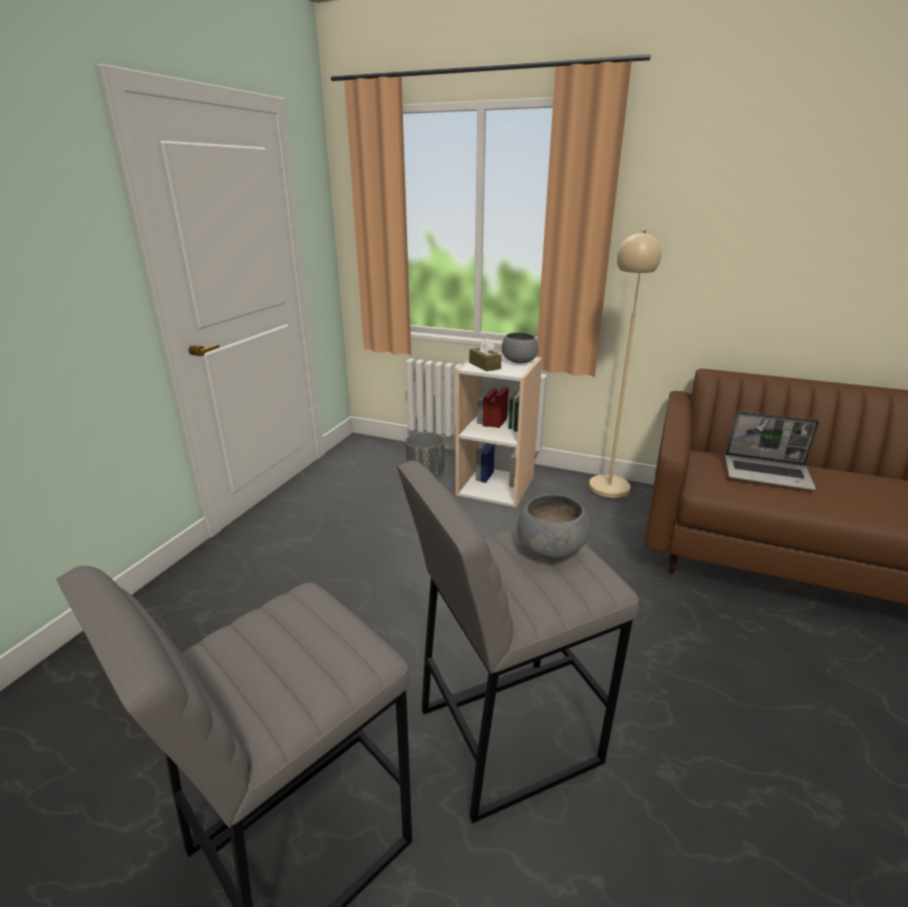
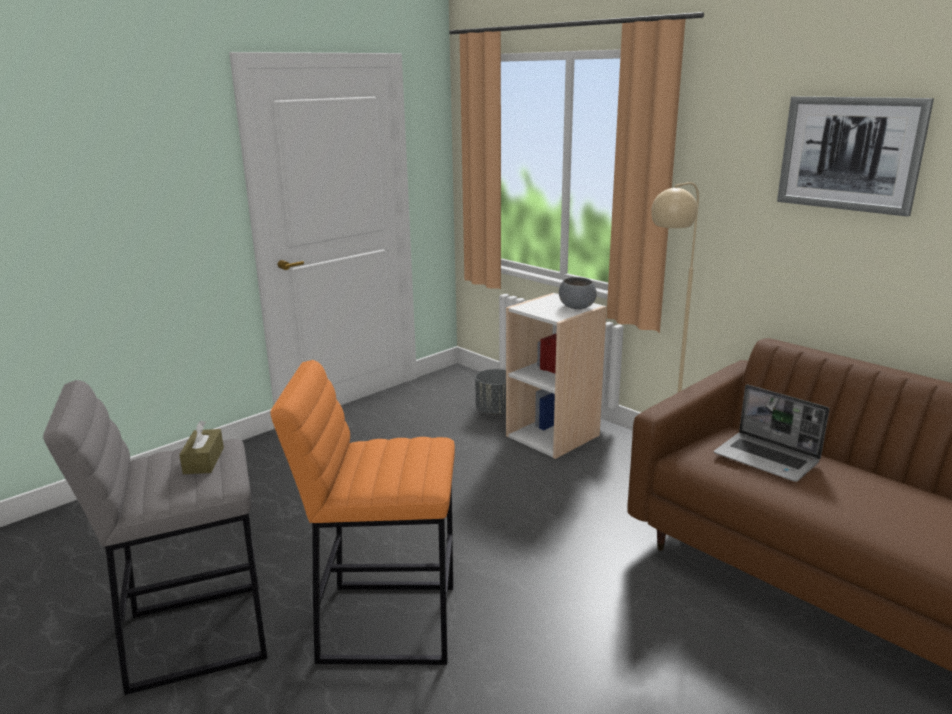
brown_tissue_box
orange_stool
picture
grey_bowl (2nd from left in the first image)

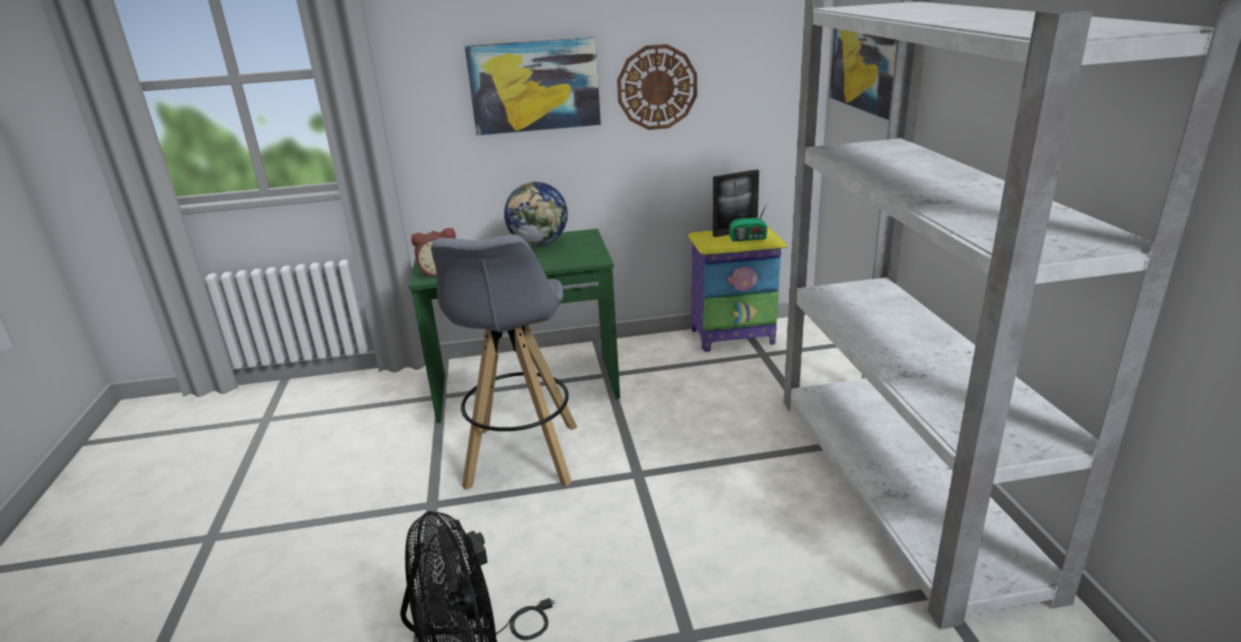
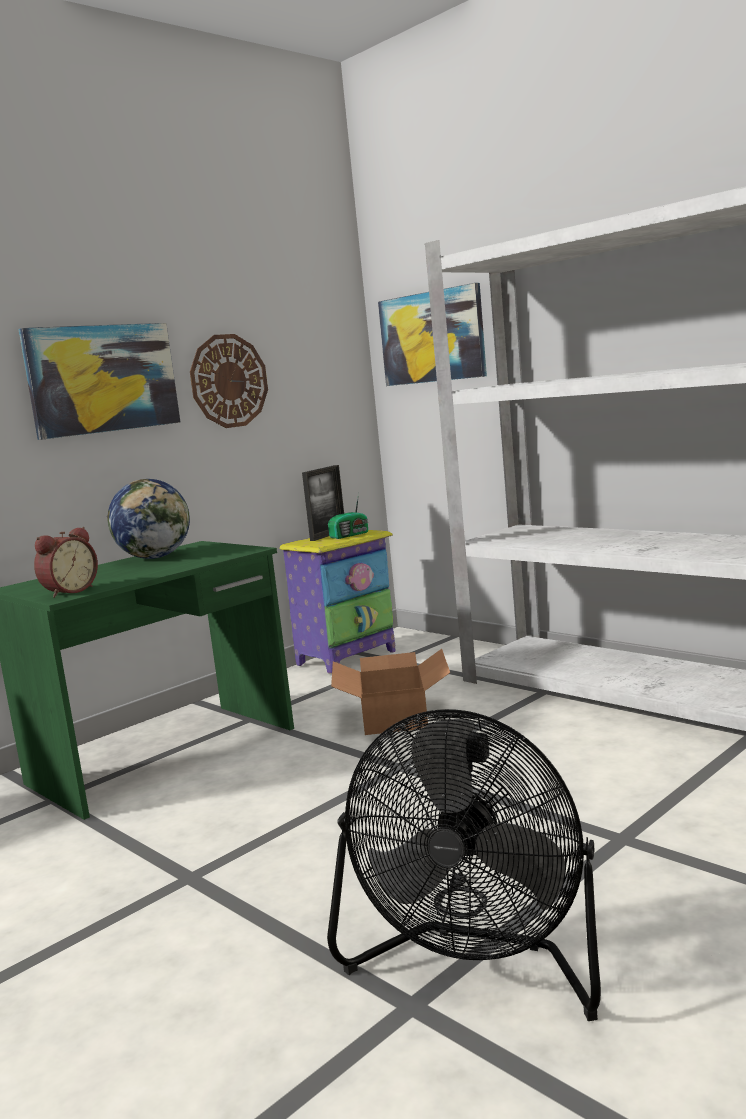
cardboard_box
grey_stool

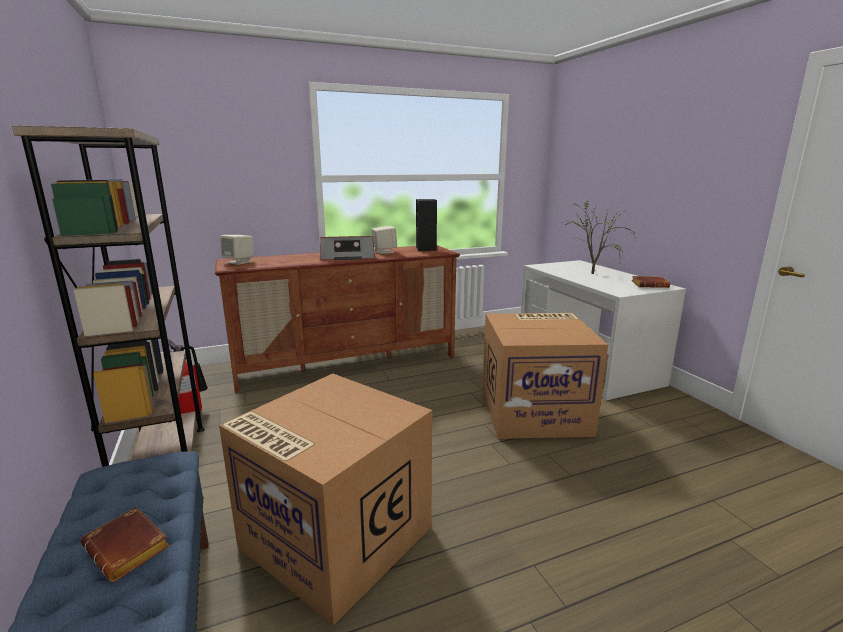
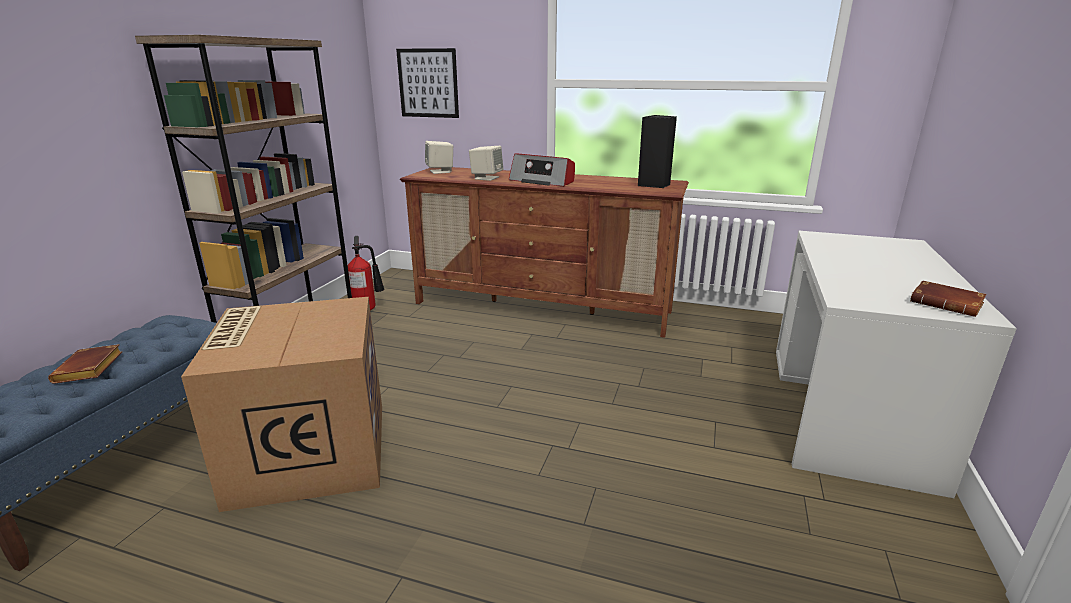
picture
beige_speaker (2nd from left)
cardboard_box (2nd from left in the first image)
potted_plant

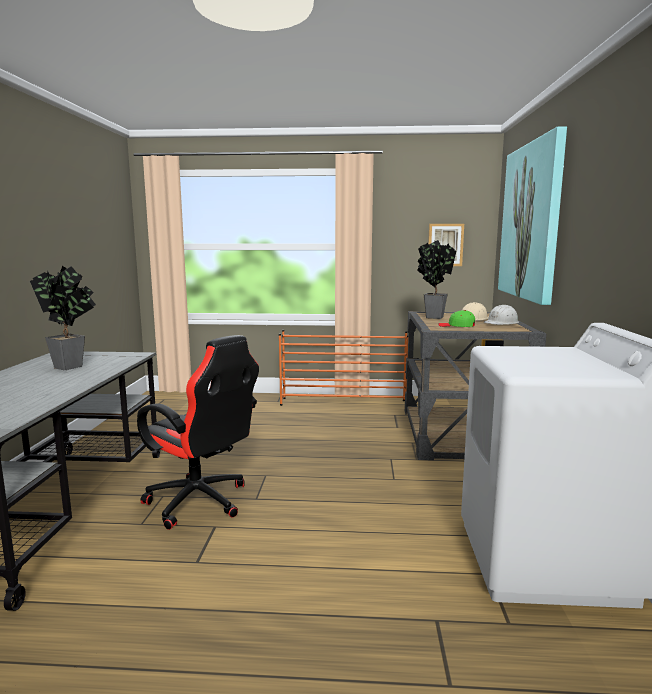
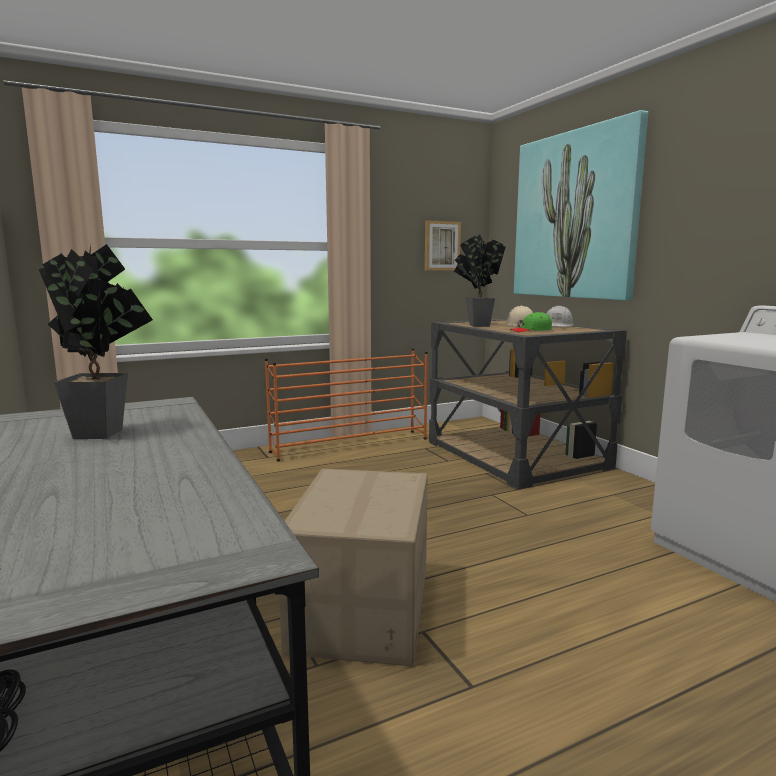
cardboard_box

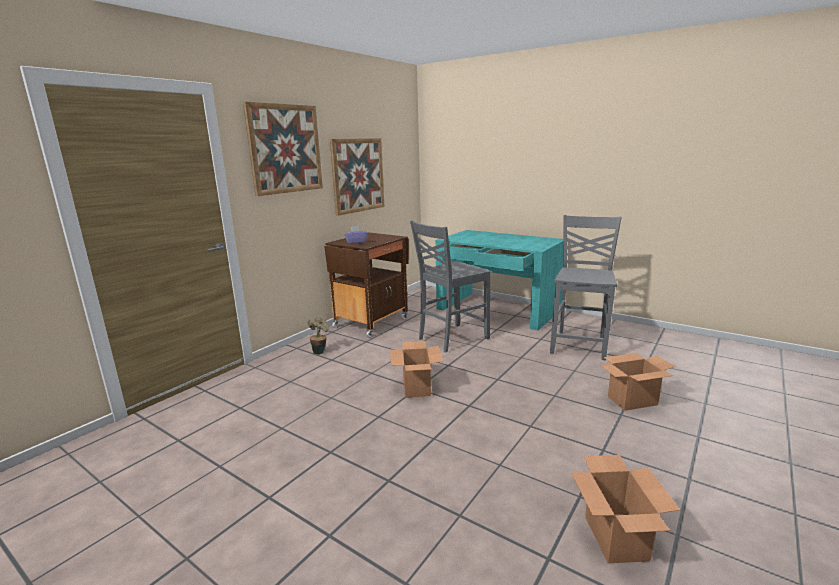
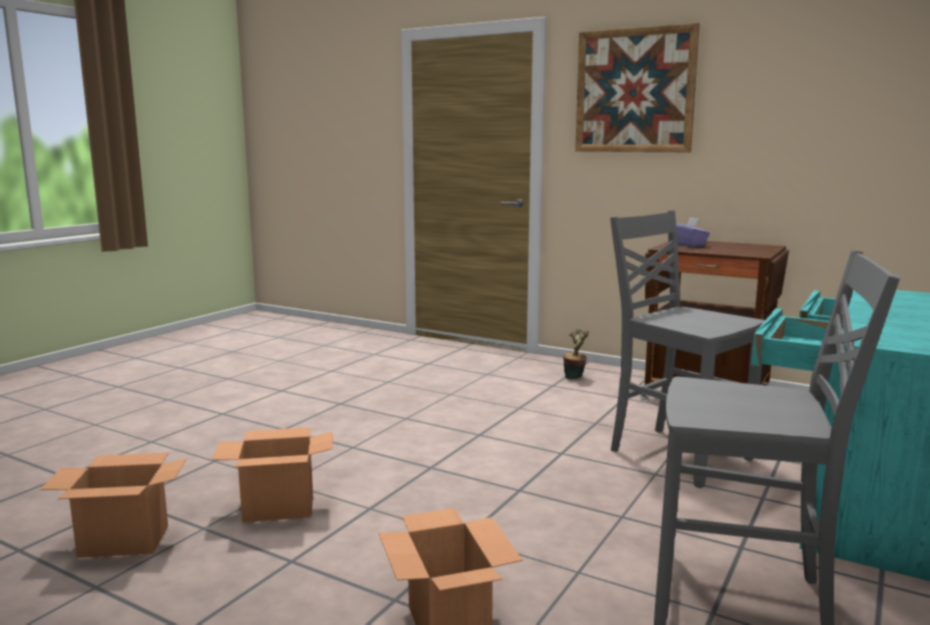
cardboard_box (2nd from left)
picture (2nd from left in the first image)

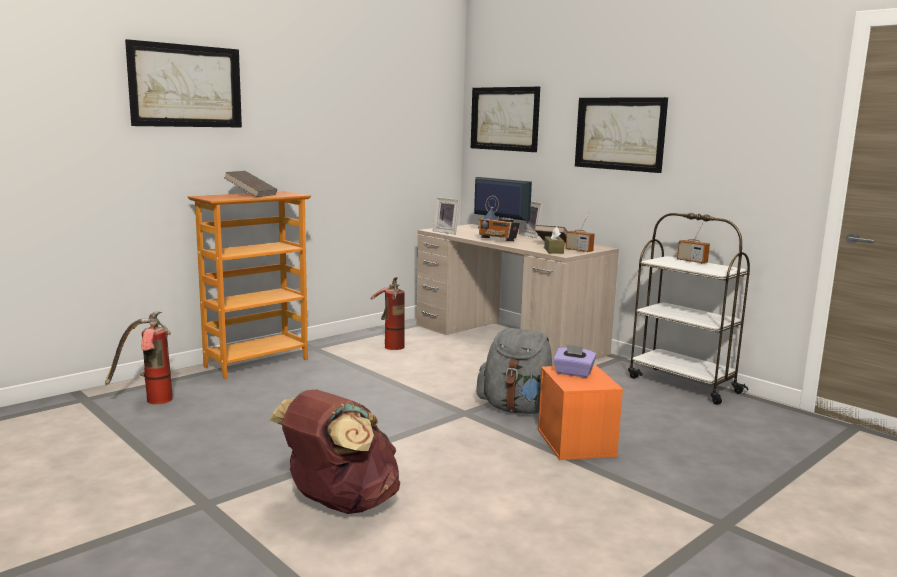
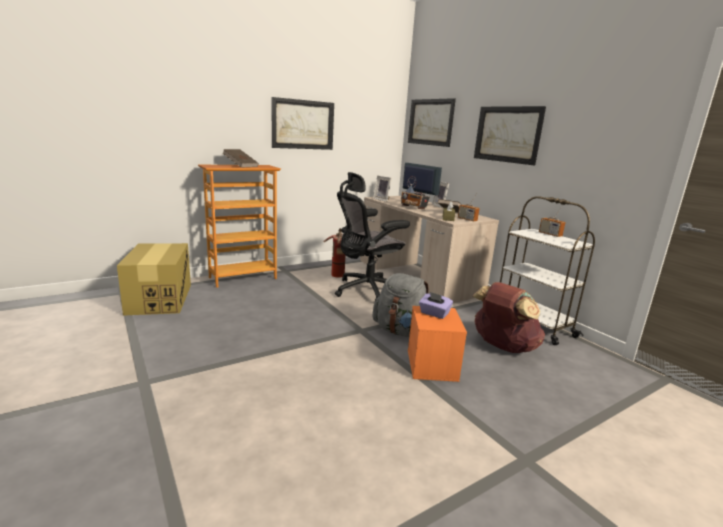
cardboard_box
picture (1st from left)
office_chair
brown_backpack

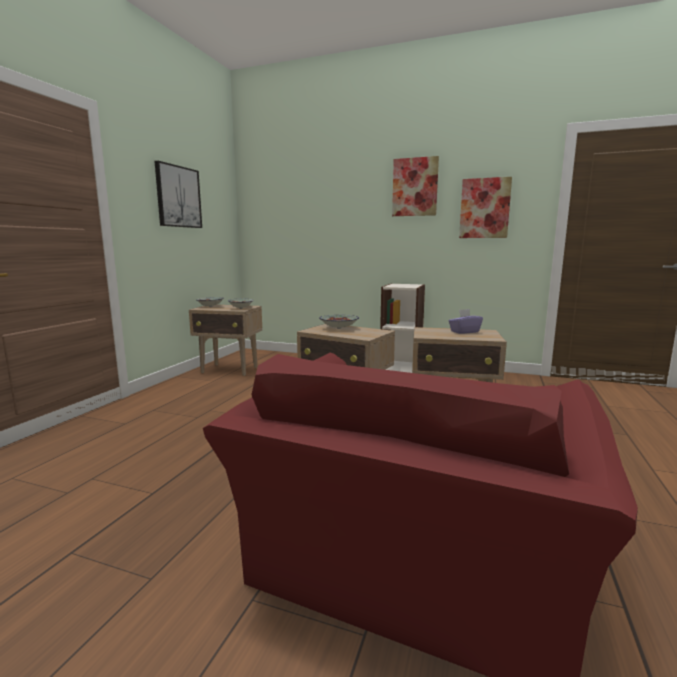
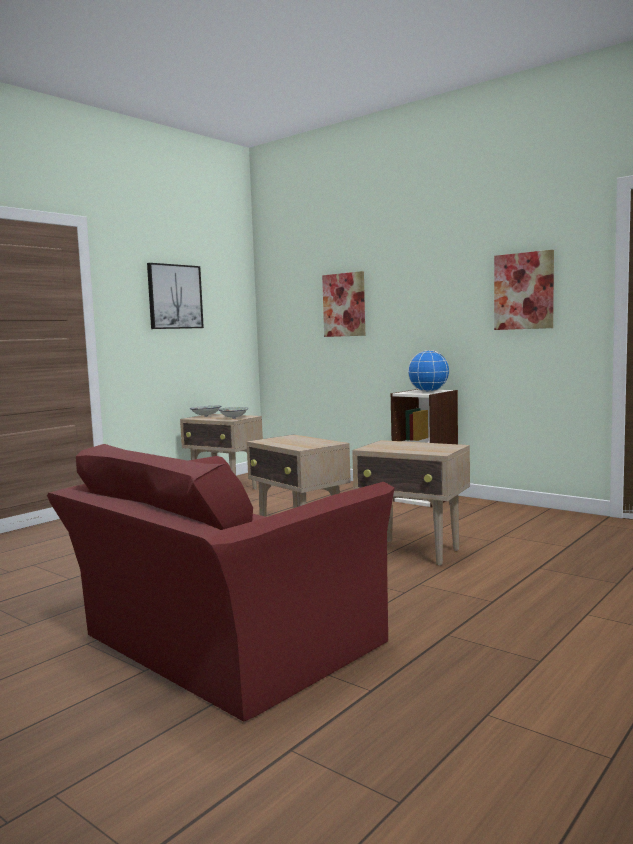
picture (2nd from left)
globe
bowl (3rd from left in the first image)
purple_tissue_box

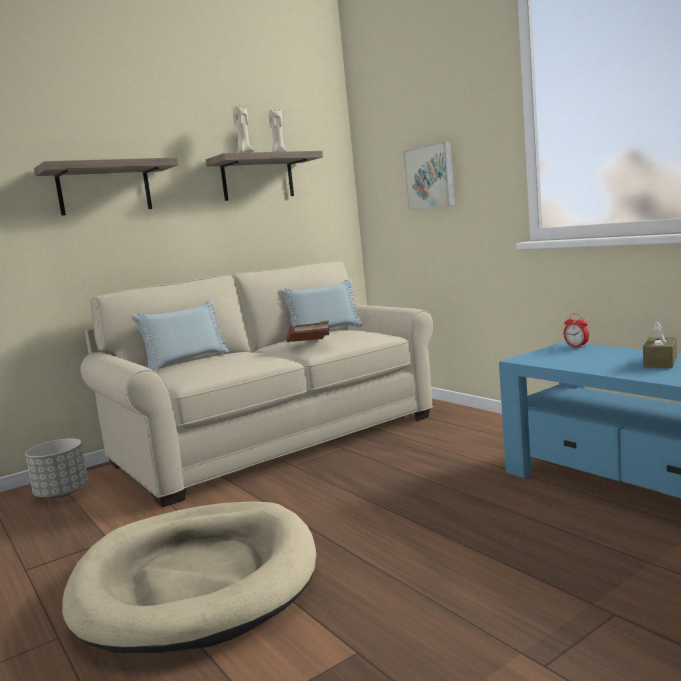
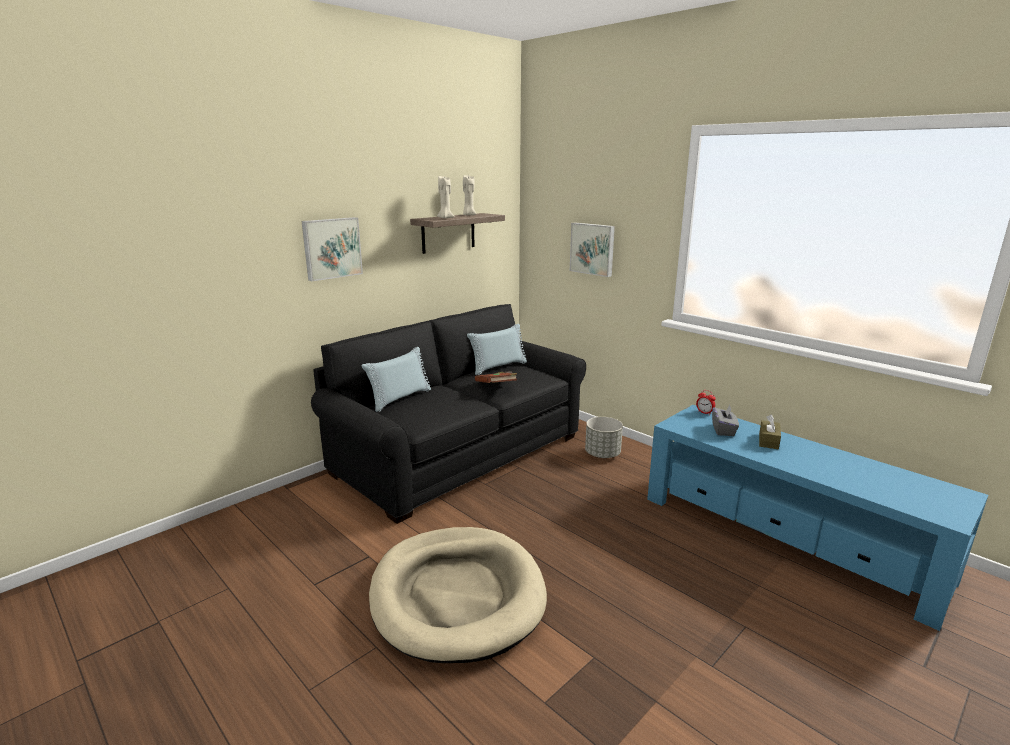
picture (1st from left)
black_sofa
grey_planter
grey_tissue_box

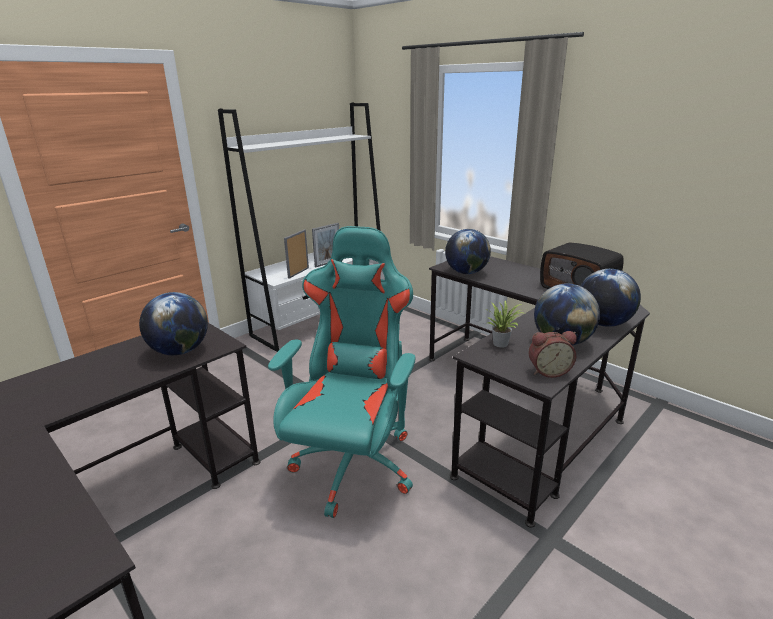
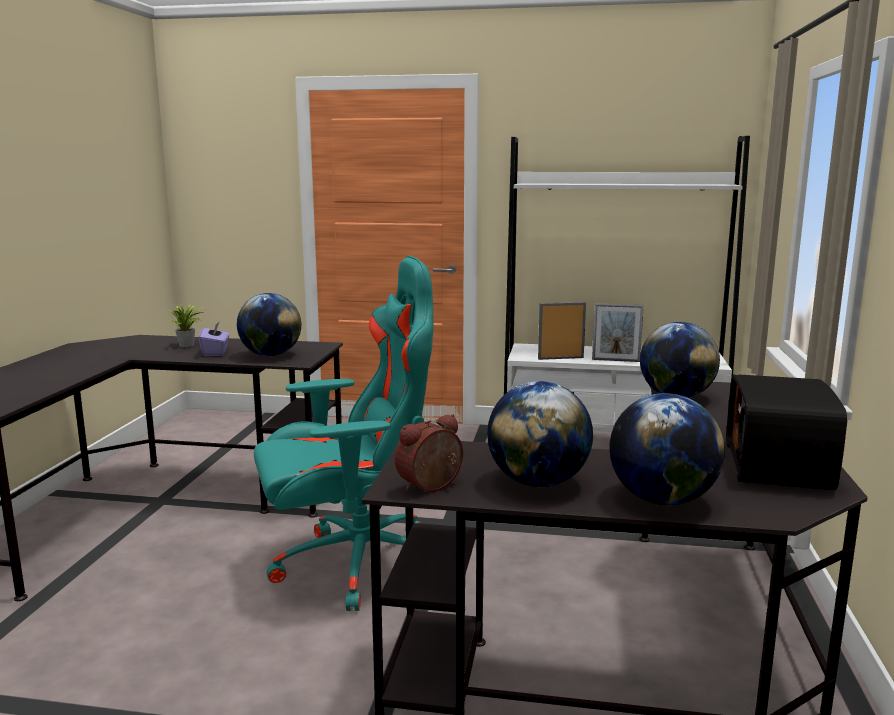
potted_plant
purple_tissue_box
alarm_clock

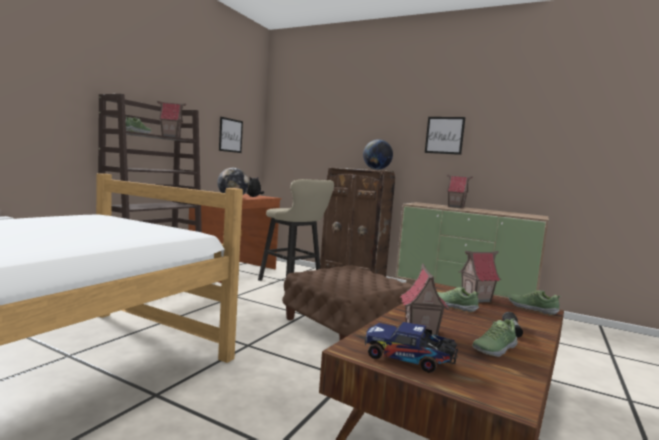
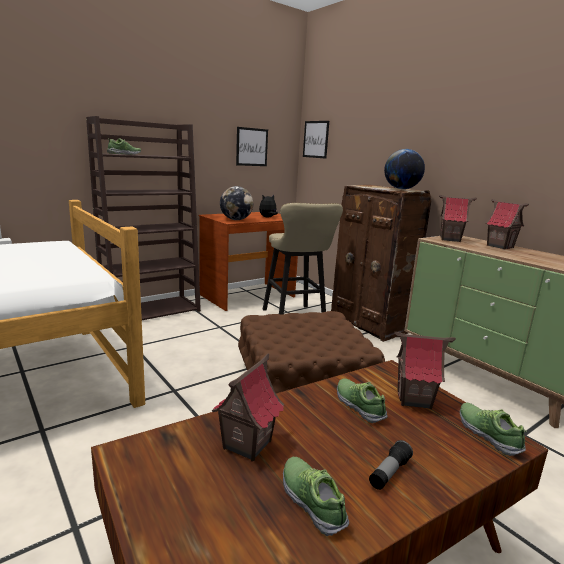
shoe (2nd from left)
picture (2nd from left)
toy_house (3rd from left)
toy_truck

